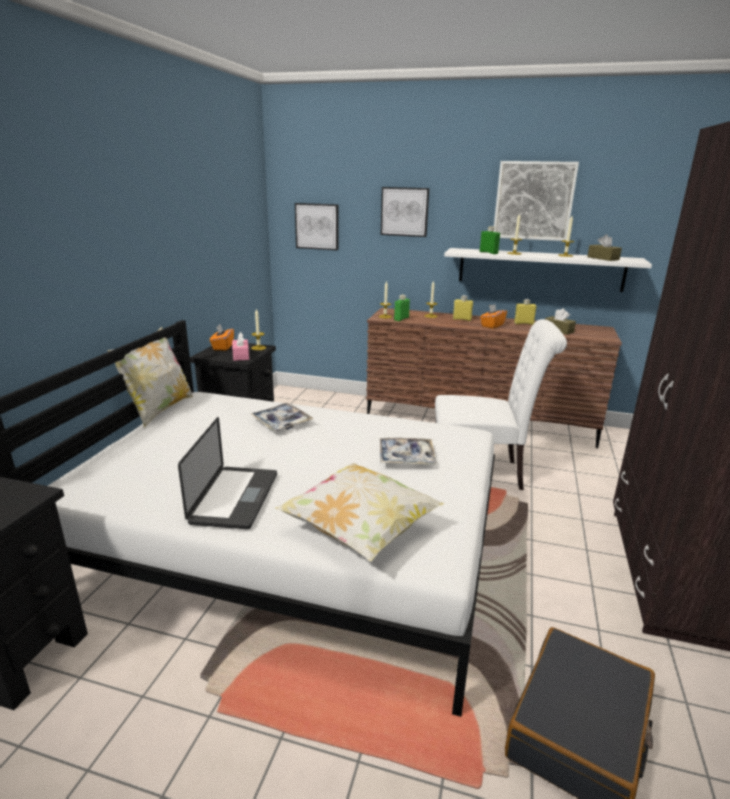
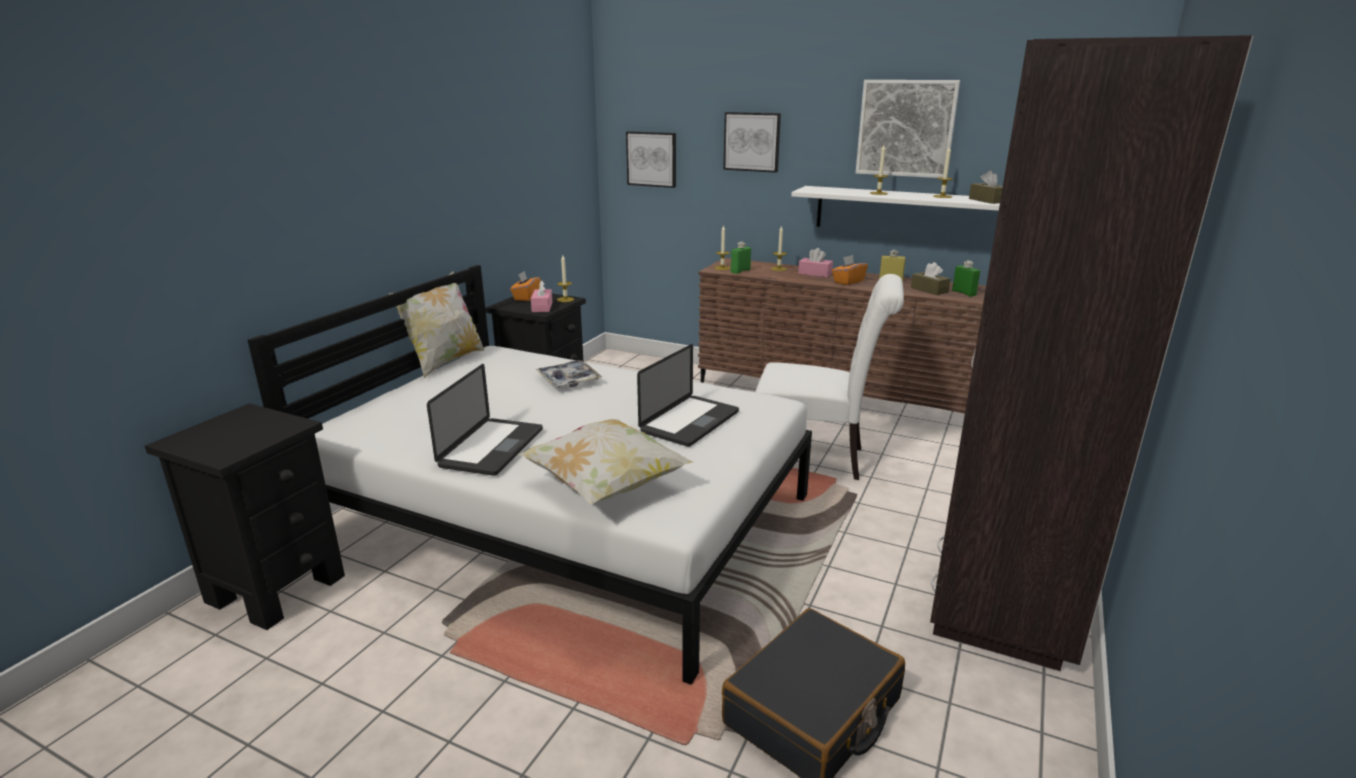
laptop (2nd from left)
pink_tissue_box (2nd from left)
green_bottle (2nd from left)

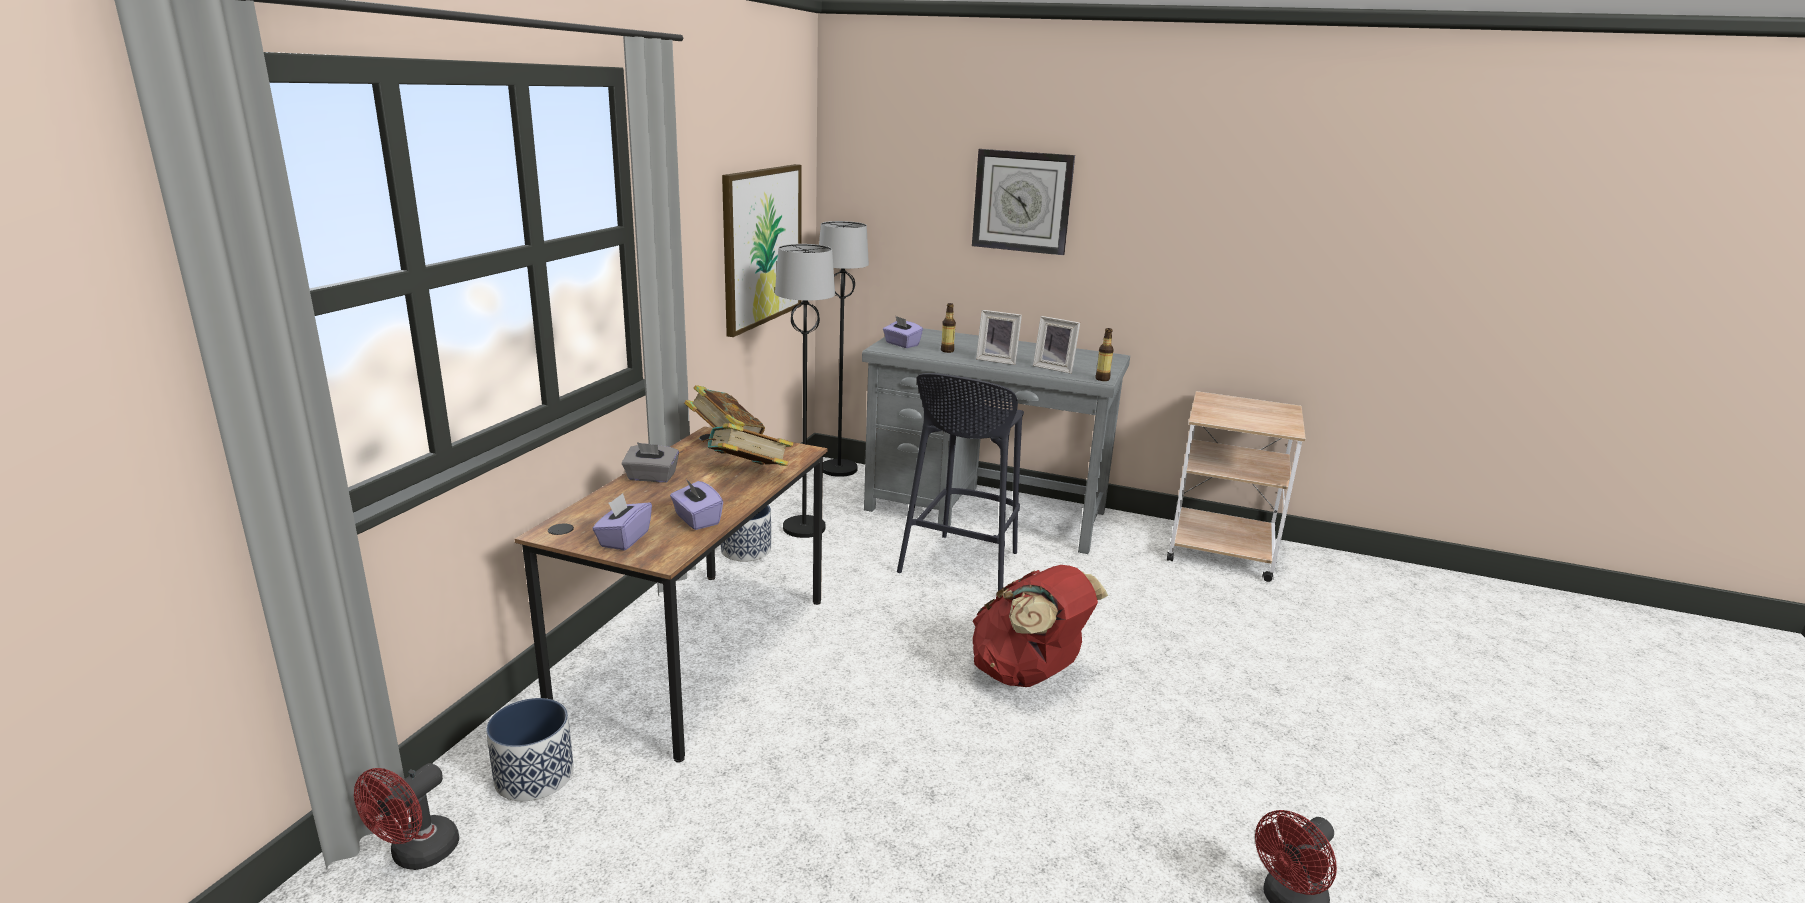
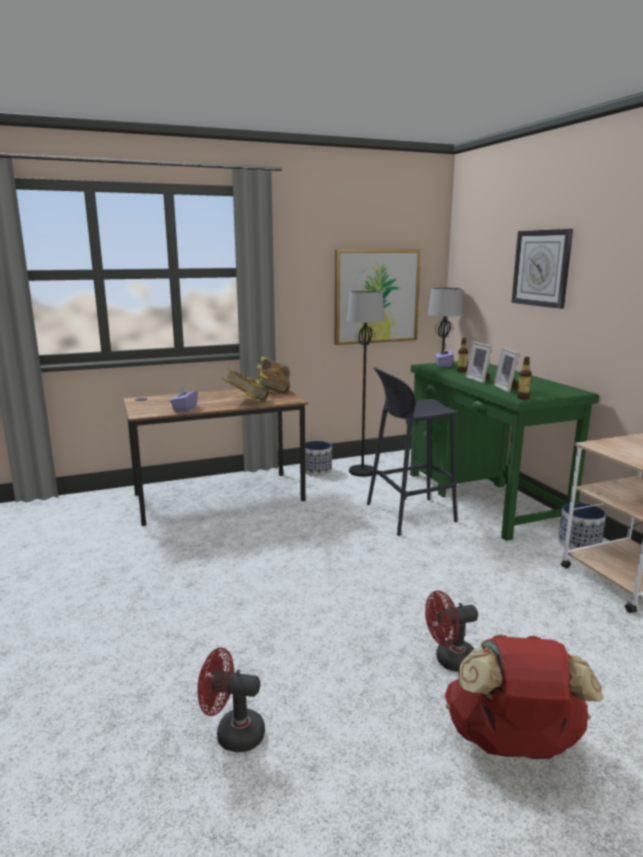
green_desk
red_fan (2nd from left)
red_backpack
planter (2nd from left)
purple_tissue_box (1st from left in the first image)
grey_tissue_box

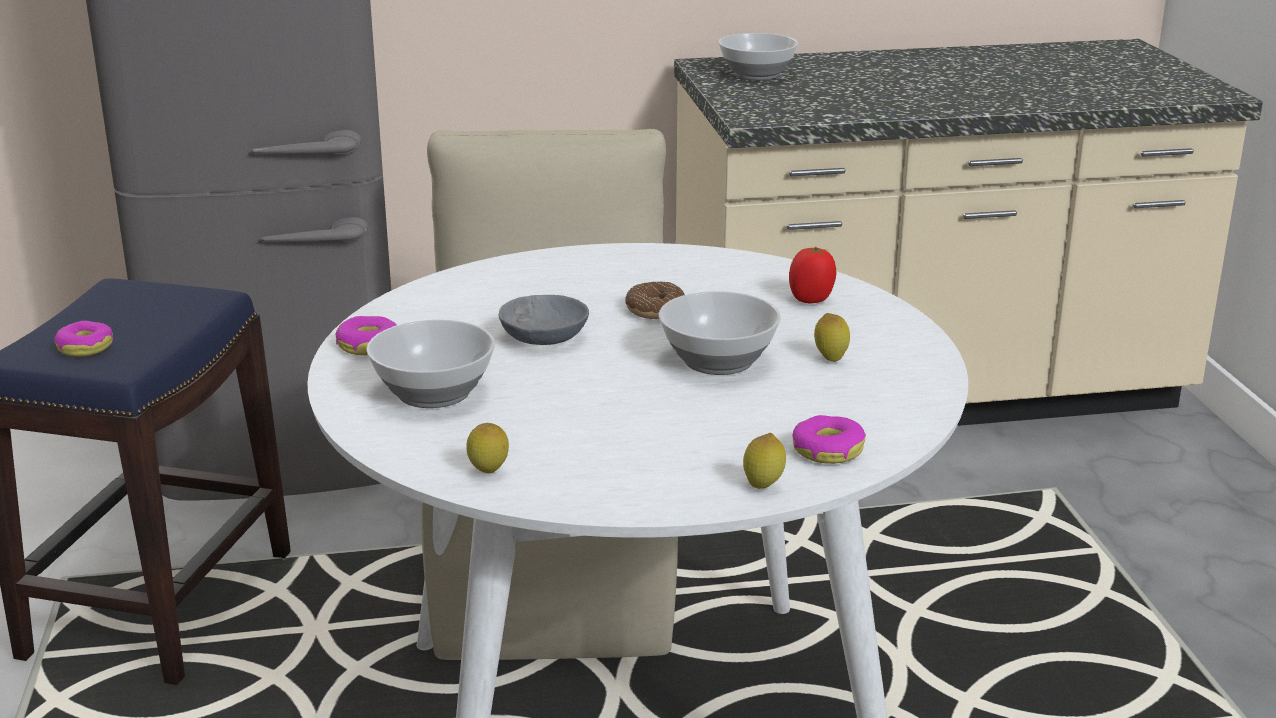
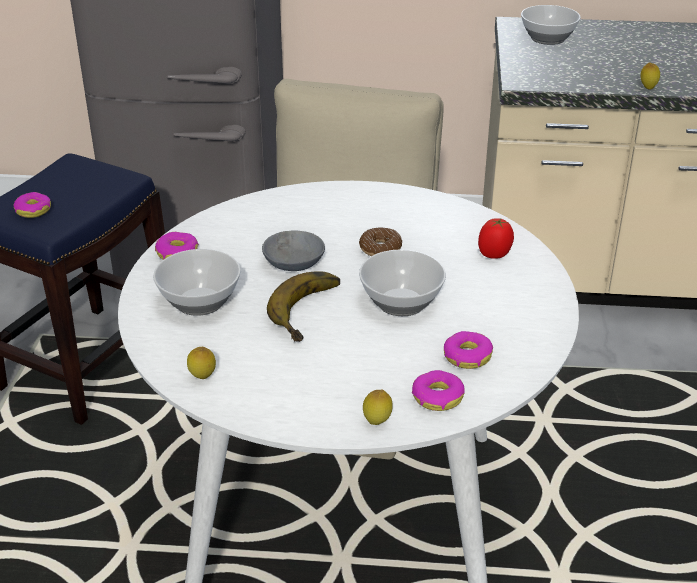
banana
donut (5th from left)
lemon (3rd from left)

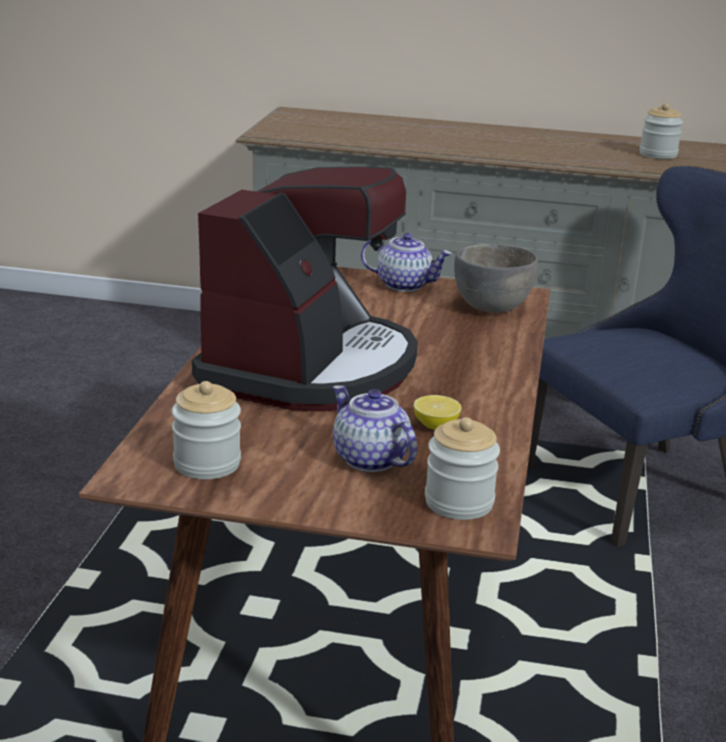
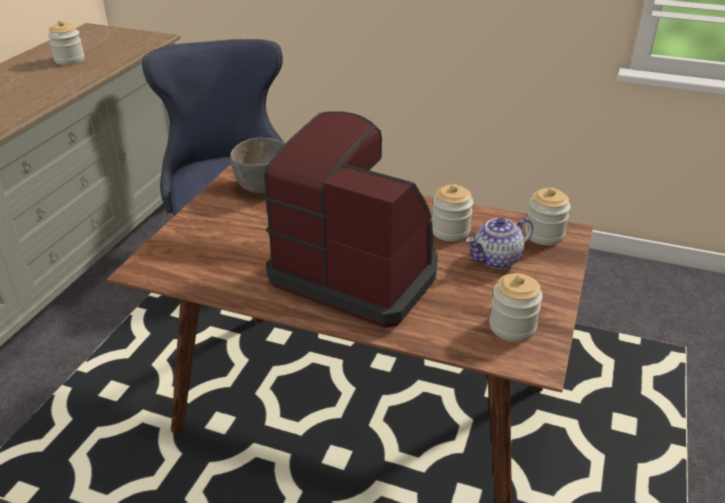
jar (2nd from left)
teapot (2nd from left in the first image)

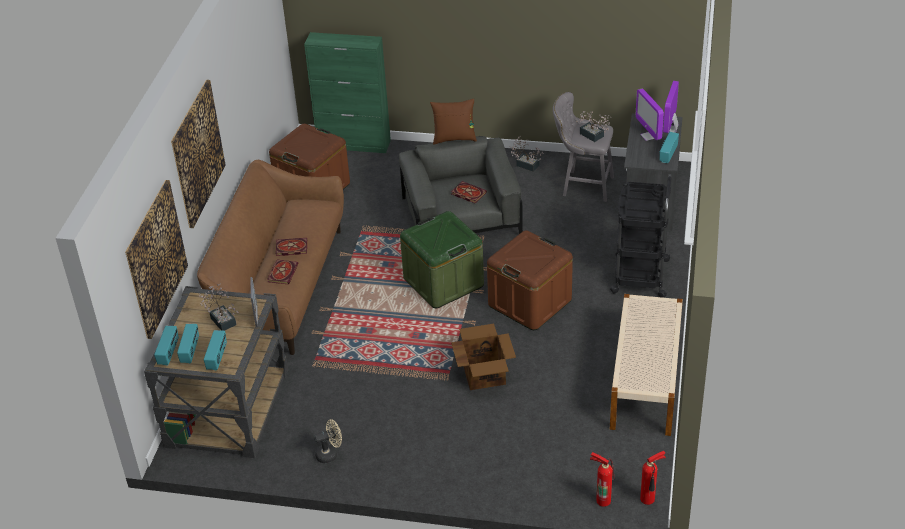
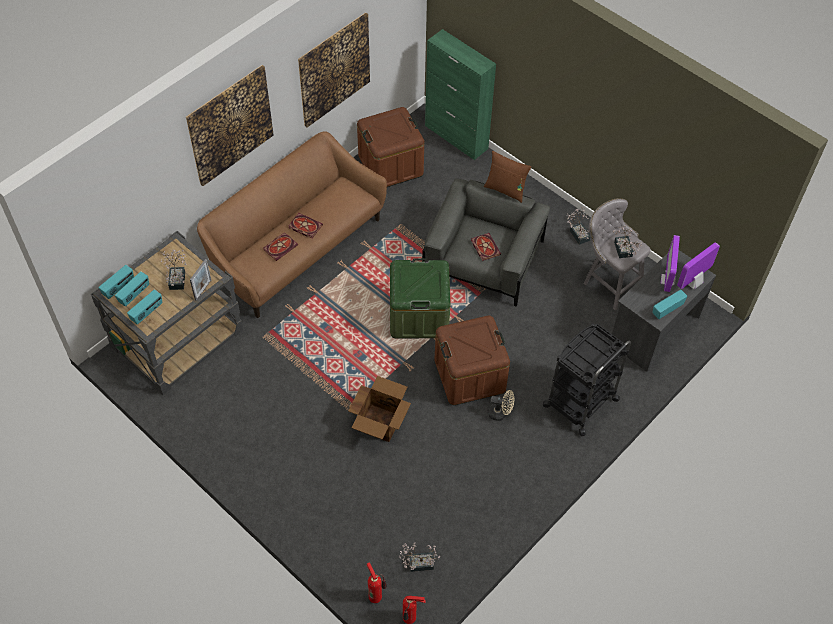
picture (2nd from left)
potted_plant (2nd from left)
beige_fan
beige_bench

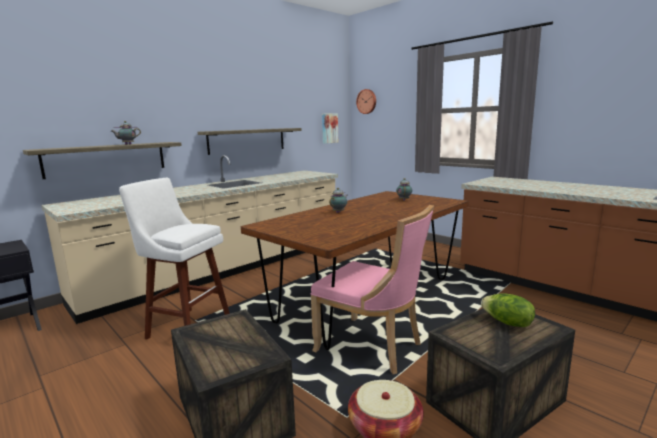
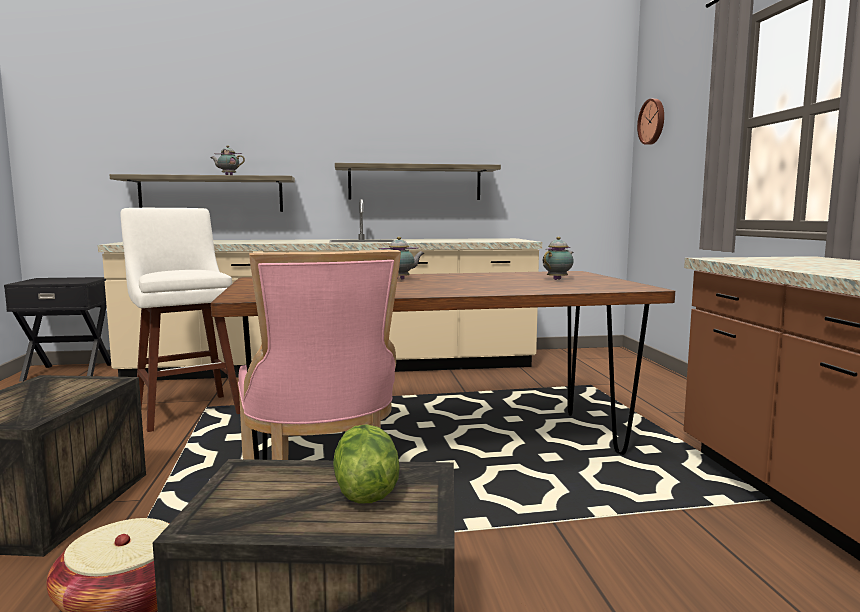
picture

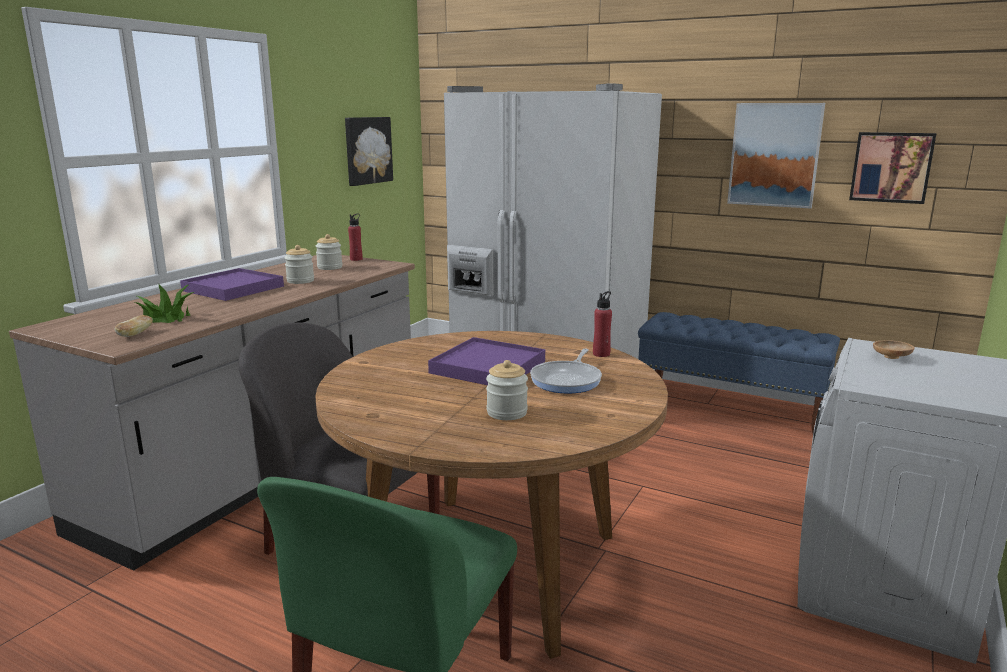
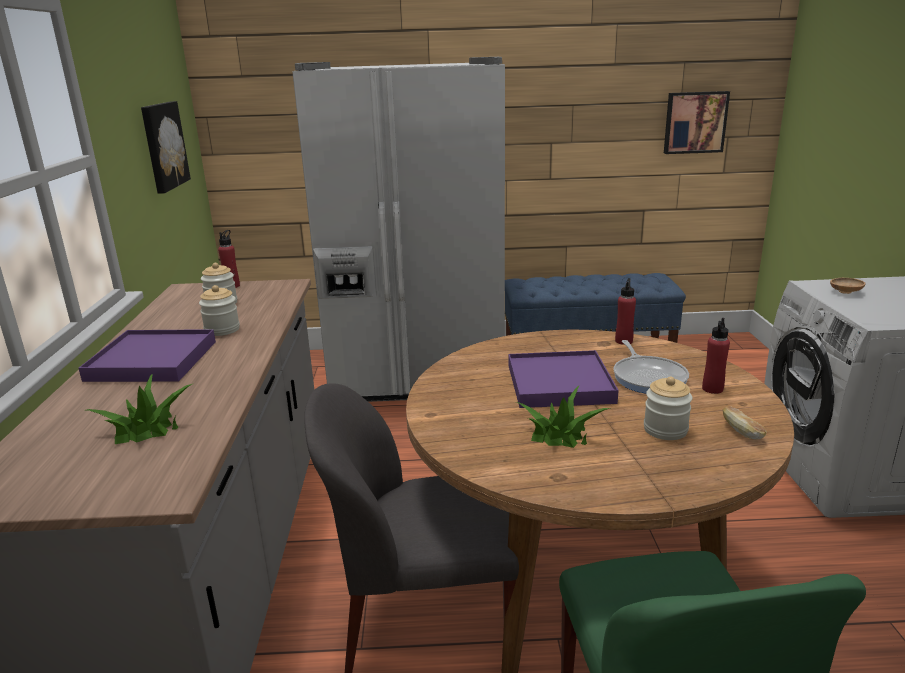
potted_plant (2nd from left)
red_bottle (3rd from left)
bread
picture (2nd from left in the first image)

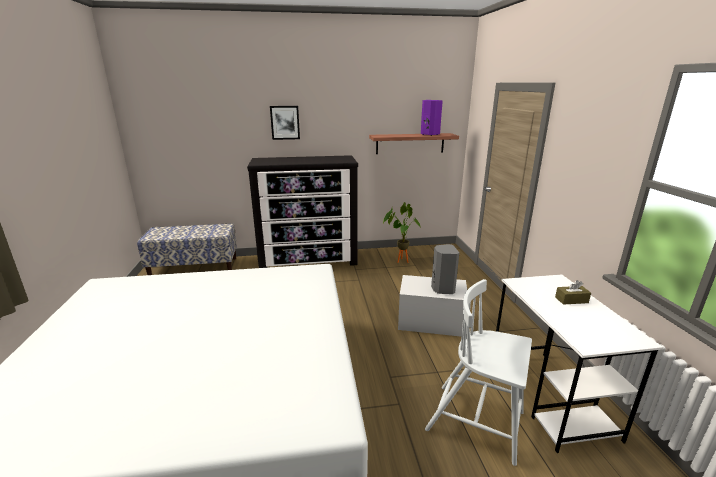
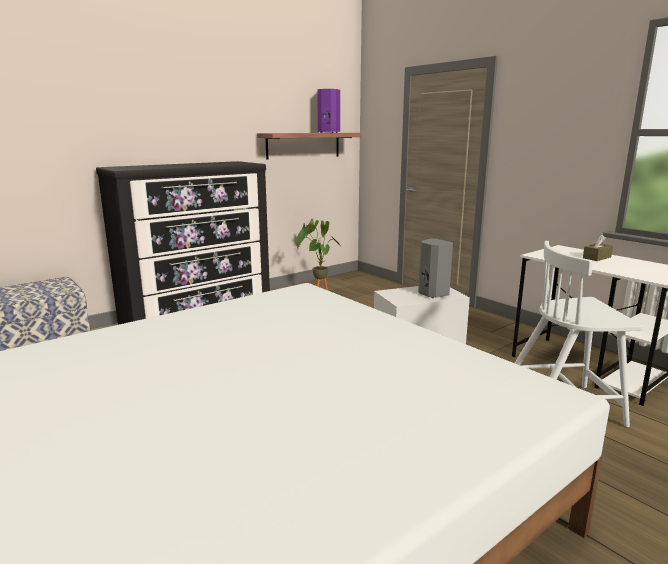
picture

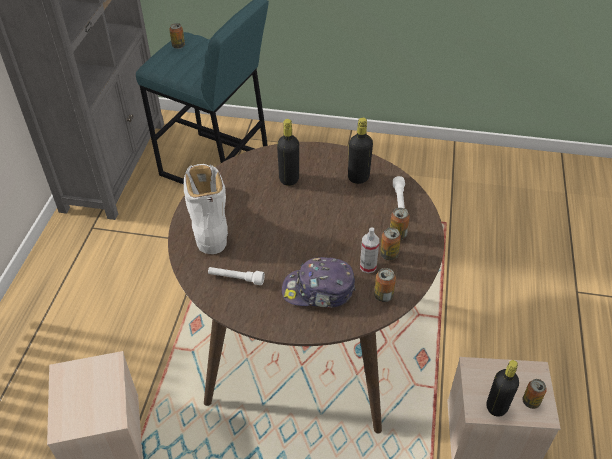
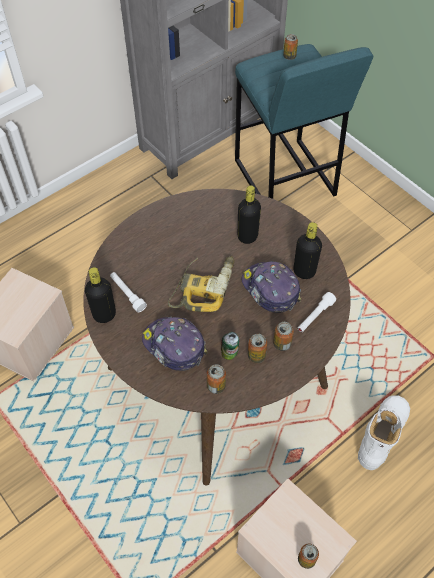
black_bottle (1st from left)
power_drill
can (2nd from left)
cap (2nd from left)
white_boot

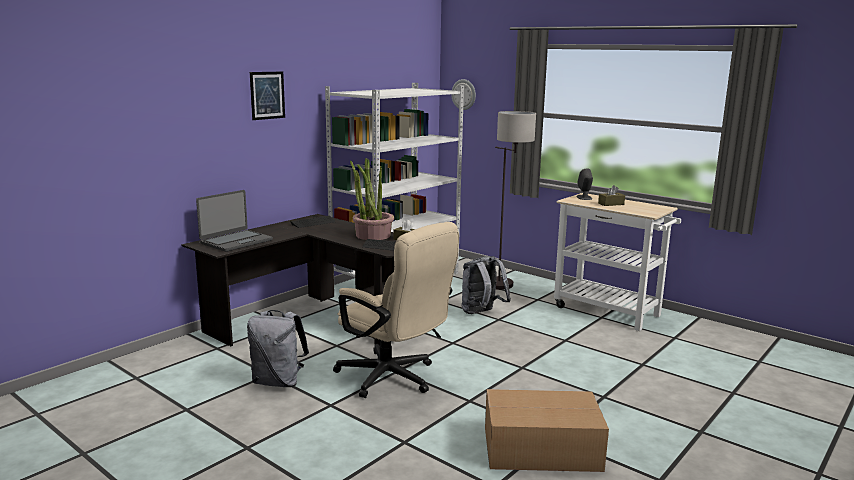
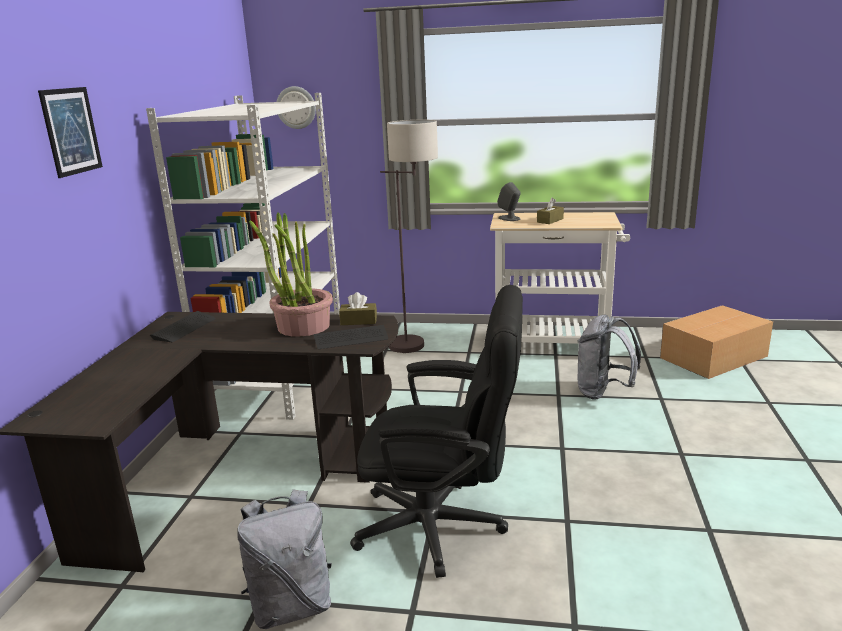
black_office_chair
grey_backpack (2nd from left)
cardboard_box
laptop

